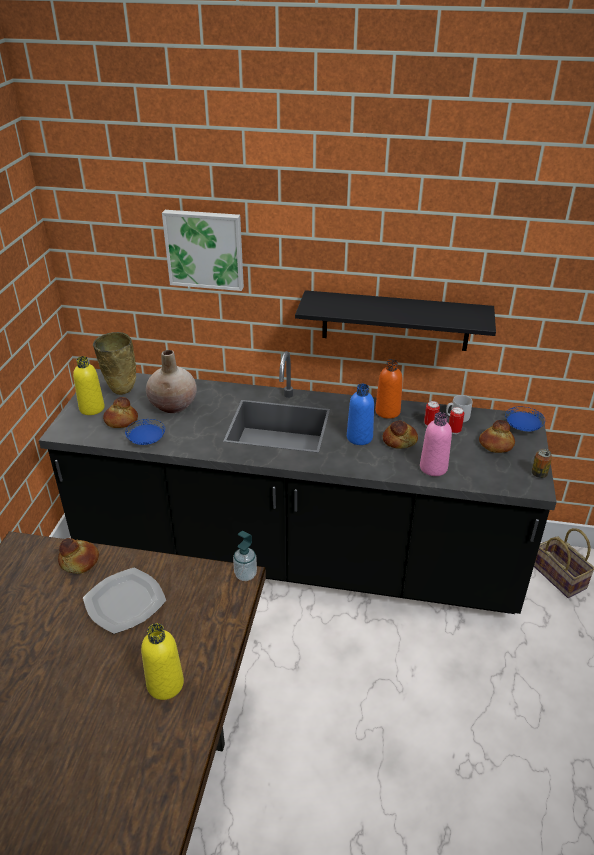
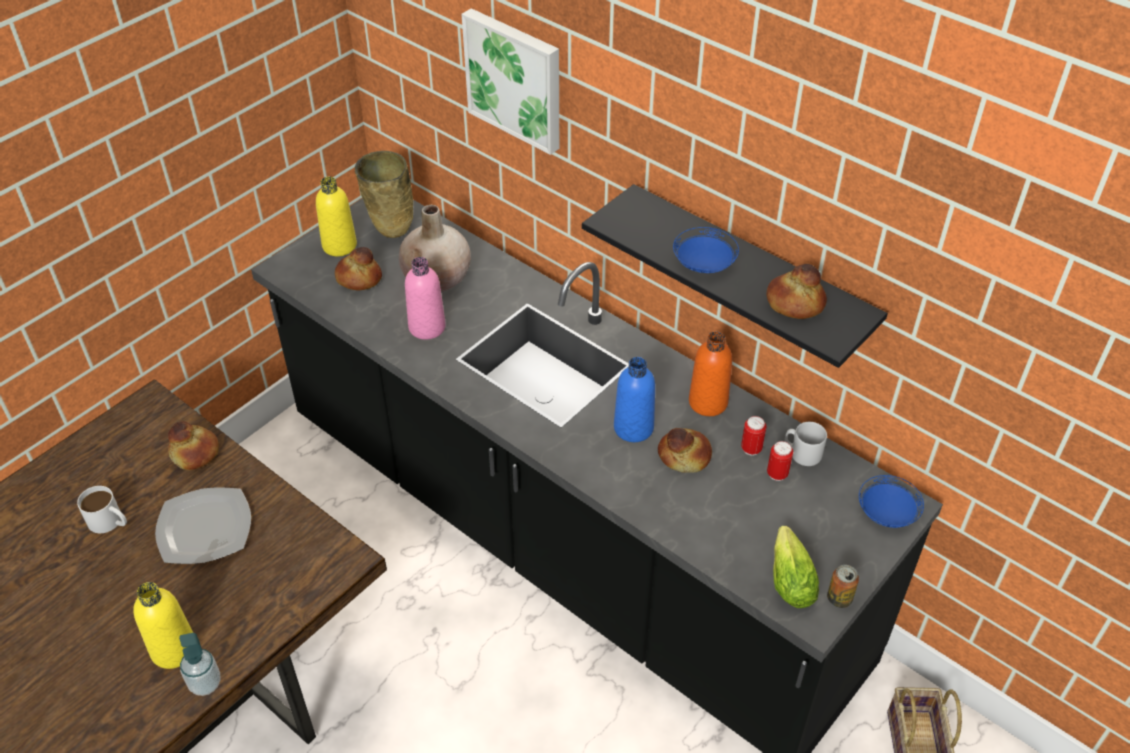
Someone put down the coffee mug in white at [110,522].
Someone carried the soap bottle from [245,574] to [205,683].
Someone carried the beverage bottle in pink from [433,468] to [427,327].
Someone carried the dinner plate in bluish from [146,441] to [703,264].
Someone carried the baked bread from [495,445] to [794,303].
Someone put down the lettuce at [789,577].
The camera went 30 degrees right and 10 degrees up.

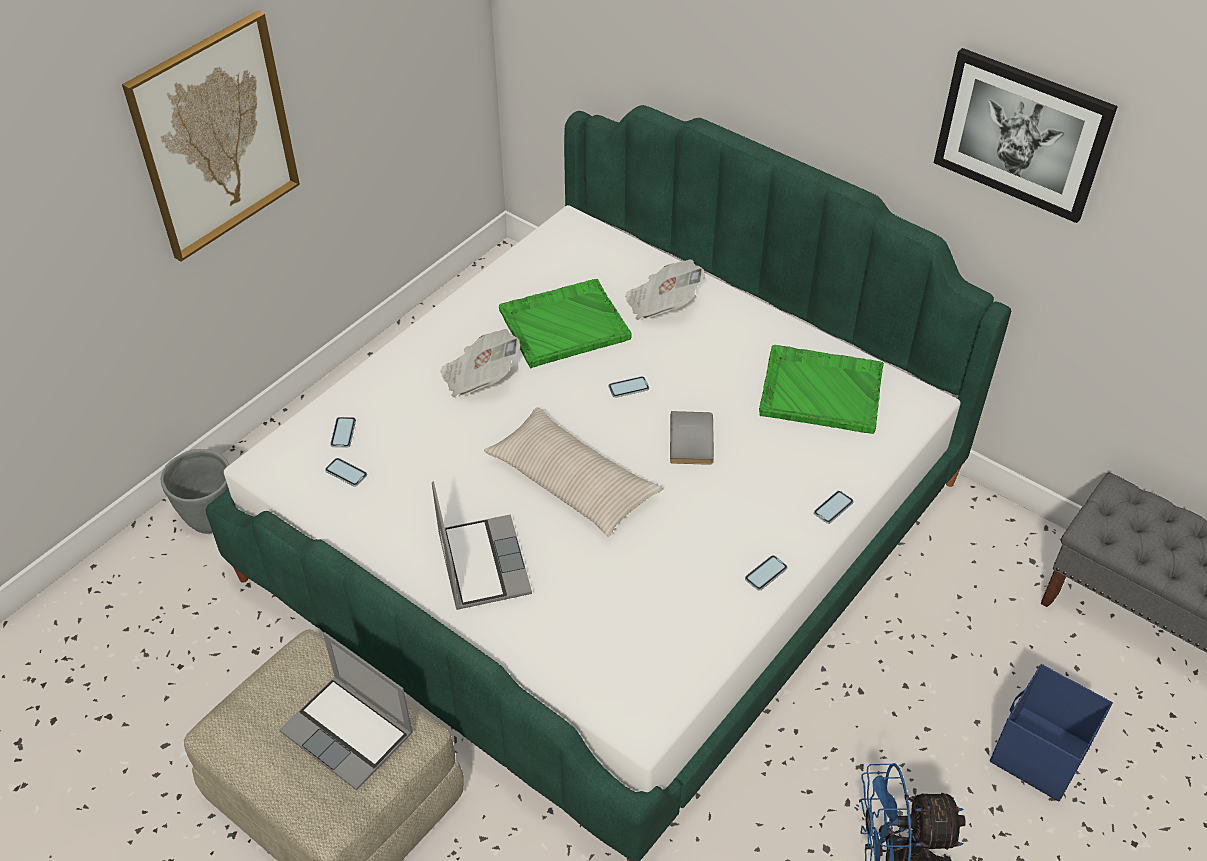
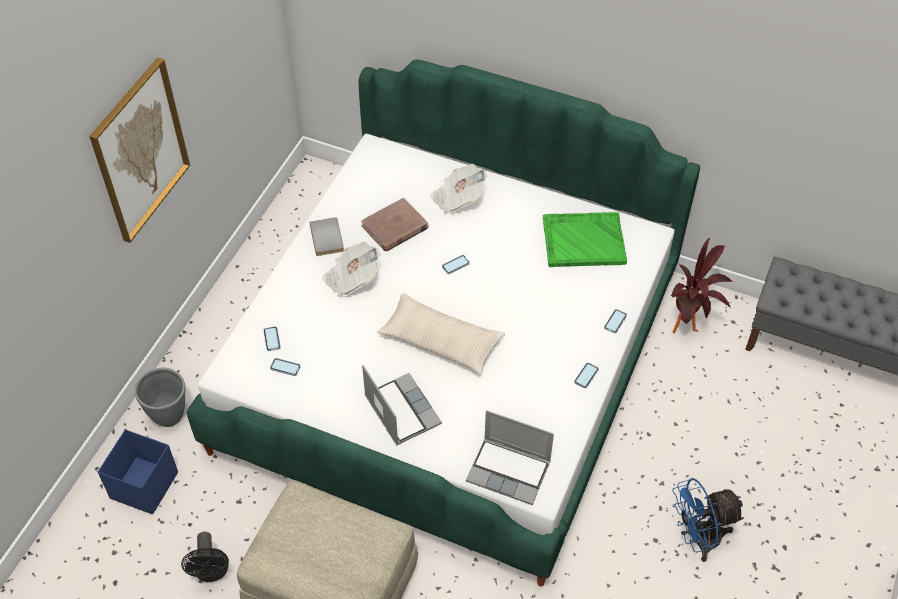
Someone carried the storage bin in bluish from [1038,754] to [143,486].
Someone put down the electric fan in black at [212,572].
Someone carried the bound book in greyish from [694,440] to [328,237].
Someone swapped the serving tray in green-coloured at [563,325] for the bound book in brownish at [395,227].
Someone carried the laptop from [350,733] to [509,471].
Someone put down the plant in a pot at [689,327].
Someone took away the wall art at [1022,134].
The camera went 15 degrees left and 5 degrees up.

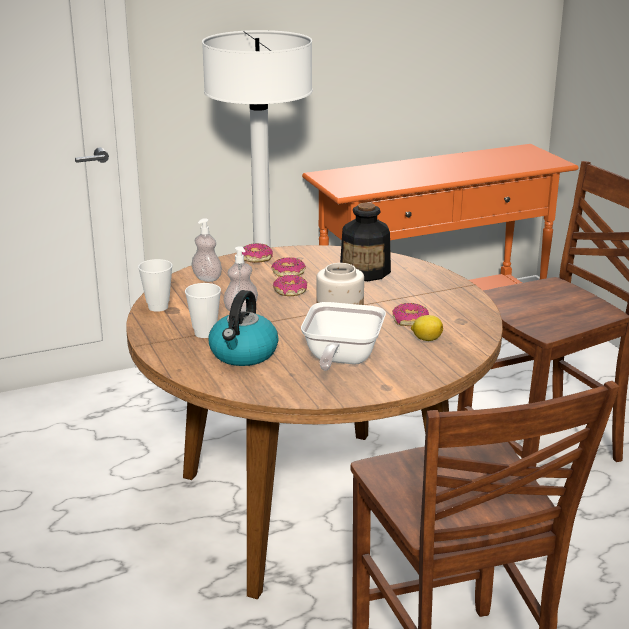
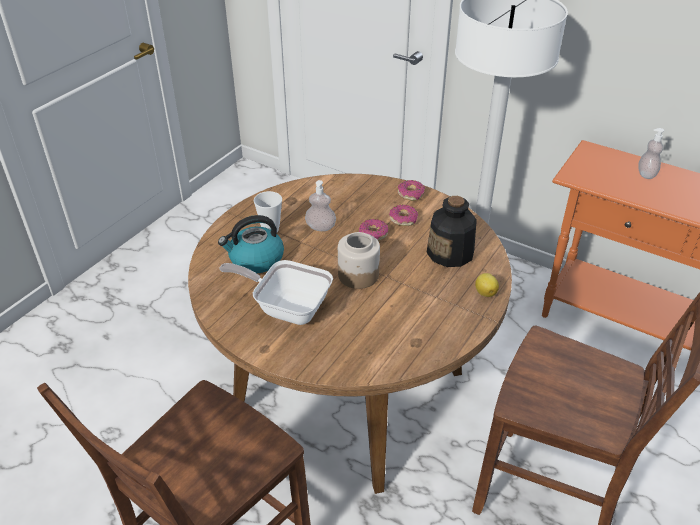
Someone rotated the pan at [340,360] by 45 degrees clockwise.
Someone carried the whole lemon from [426,339] to [485,292].
Someone carried the soap bottle from [207,278] to [646,174].
Someone took away the drinking cup at [158,307].
Someone took away the donut at [410,321].
The camera went 55 degrees right and 15 degrees up.

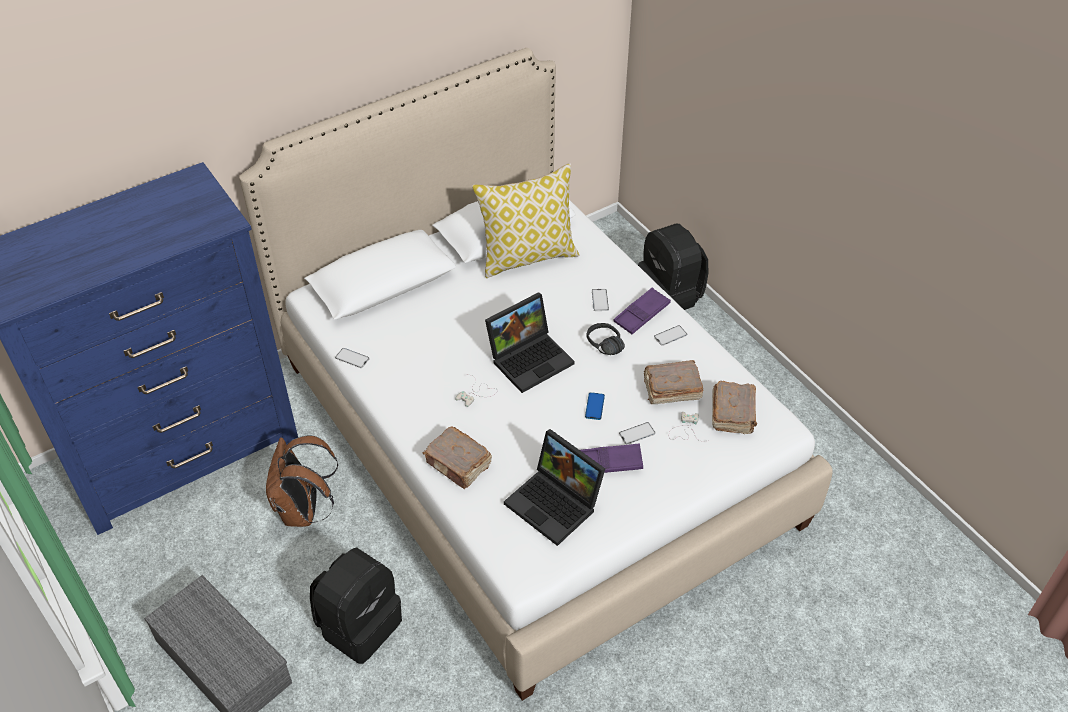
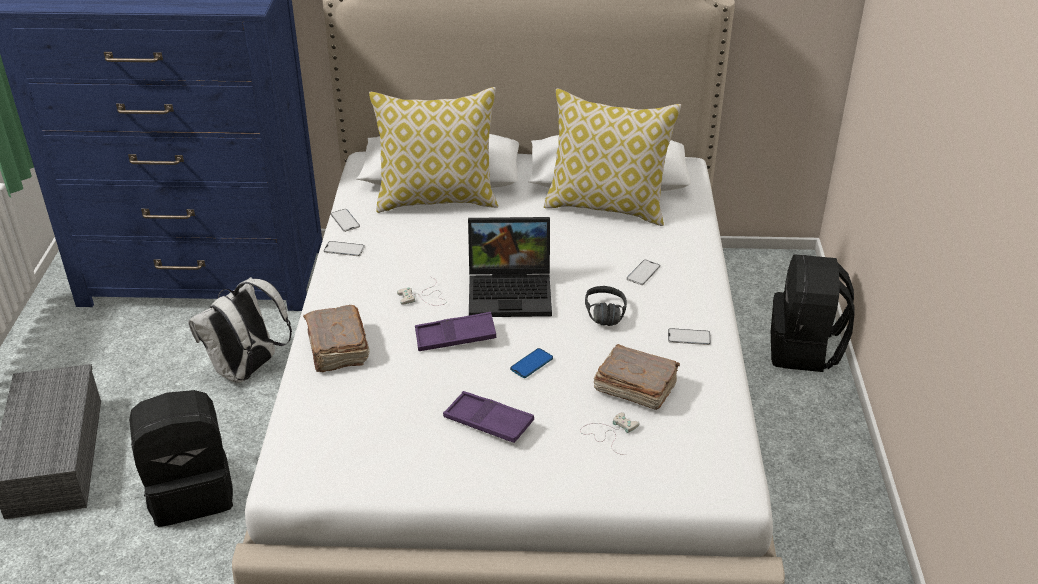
Someone repainted the backpack in brownish at [304,511], which became the backpack in white at [247,370].
Someone carried the handset from [637,433] to [344,249].
Someone put down the throw pillow at [437,199].
Someone carried the serving tray in purple from [641,314] to [455,337].
Someone took away the laptop at [556,504].
Someone took away the bound book in brownish at [733,414].
The camera went 35 degrees right and 10 degrees down.

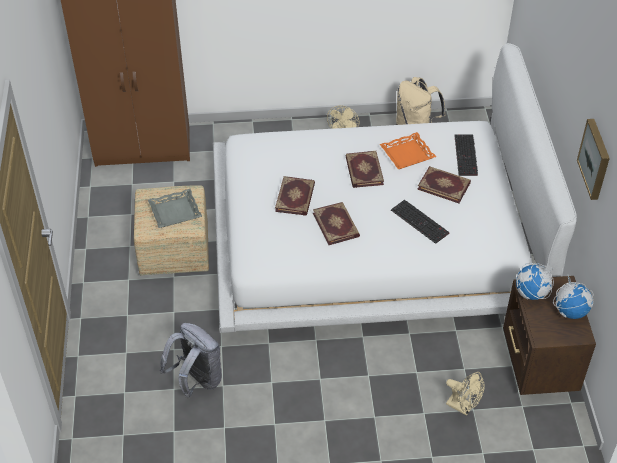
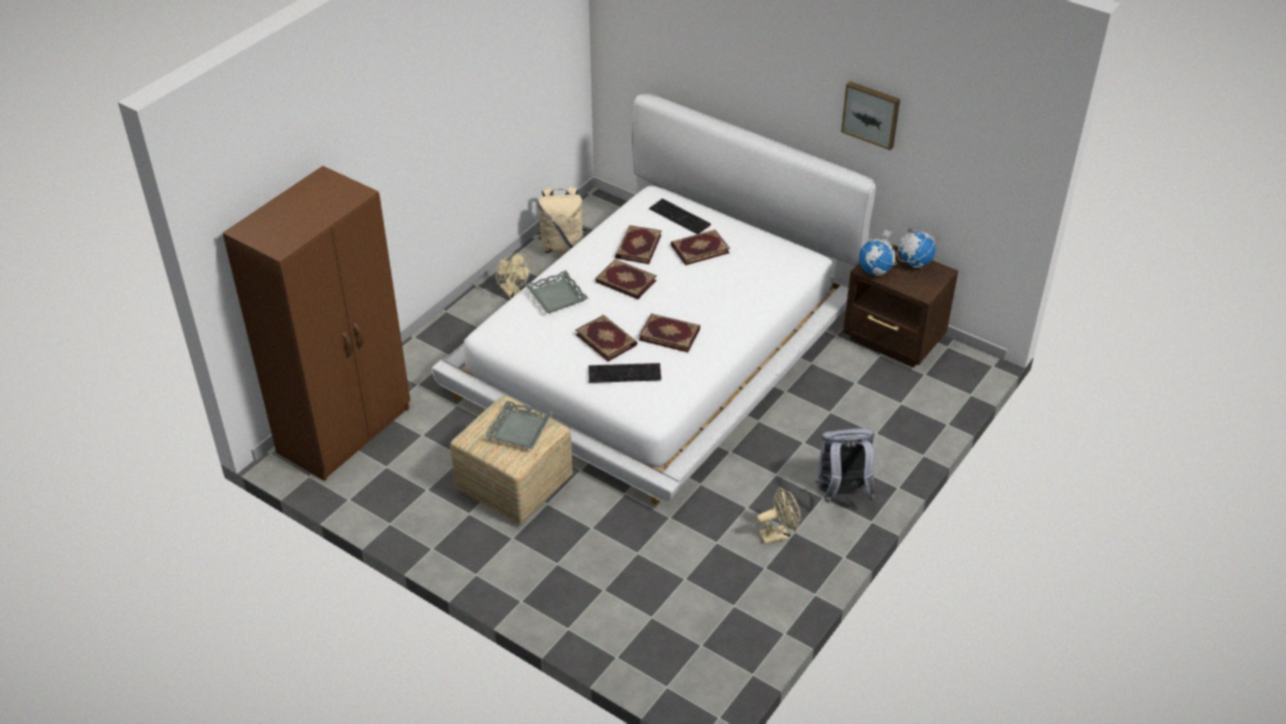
Someone put down the serving tray in greyish at [556,296].
Someone carried the keyboard from [421,221] to [625,372].
Someone swapped the serving tray in orange-coloured at [407,154] for the bound book at [637,246].
Someone carried the electric fan in sand-coloured from [463,407] to [778,535].
Someone carried the backpack in greyish from [196,381] to [842,493].
The camera went 50 degrees left and 5 degrees down.

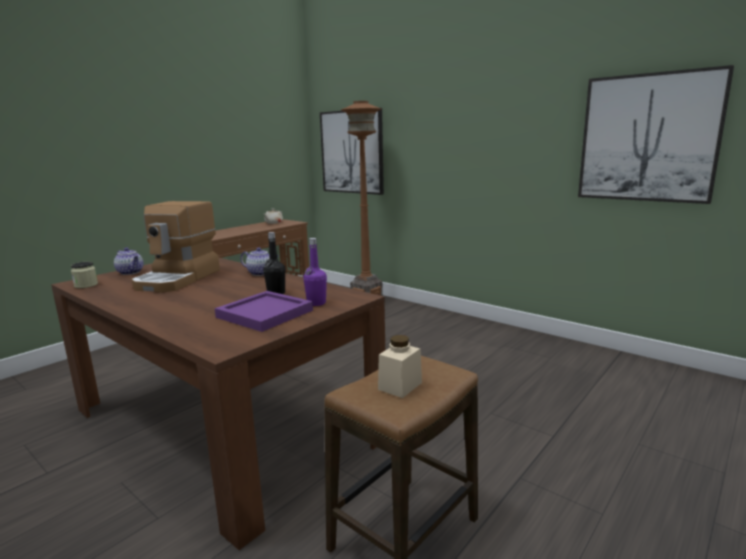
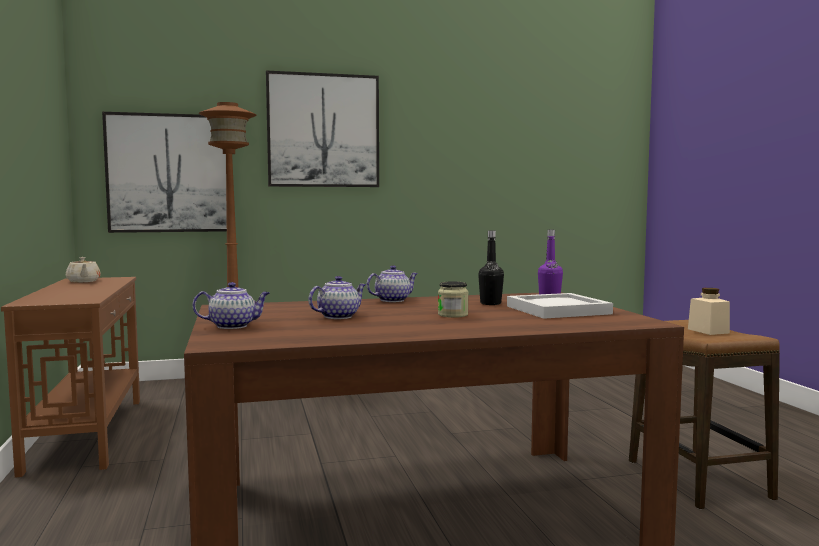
Someone carried the wall art from [648,138] to [323,131].
Someone swapped the coffee maker at [179,279] for the teapot at [339,316].
Someone carried the preserve jar from [86,285] to [453,315].
Someone repainted the serving tray in purple at [263,314], which became the serving tray in white at [557,310].
The camera went 55 degrees left and 10 degrees down.

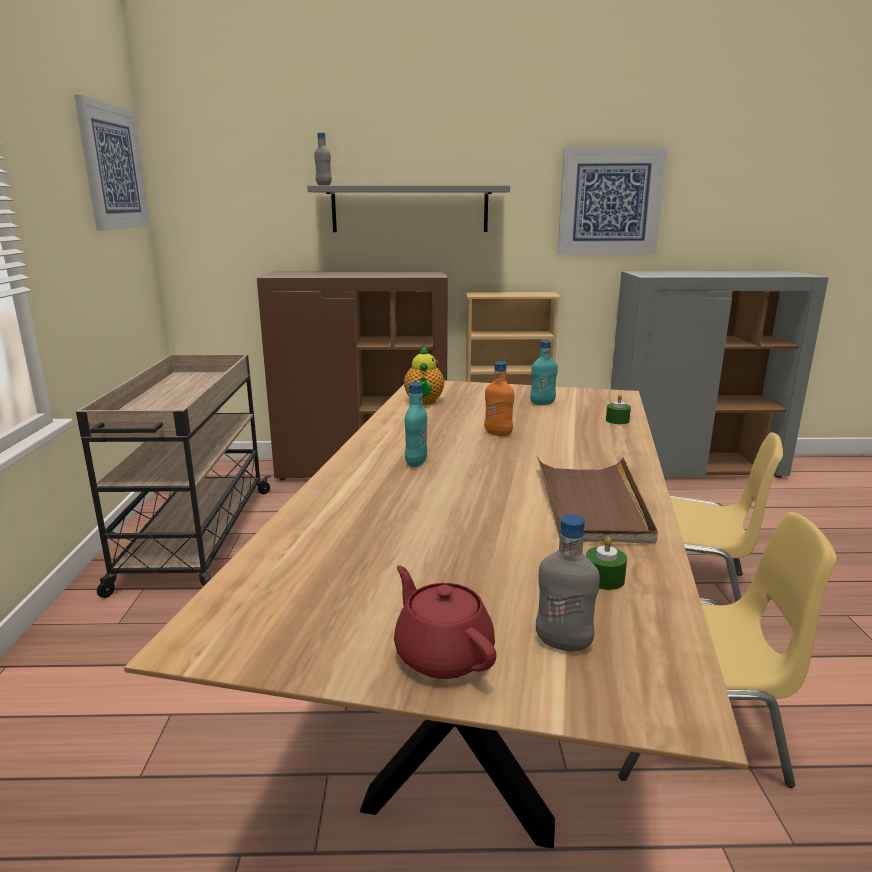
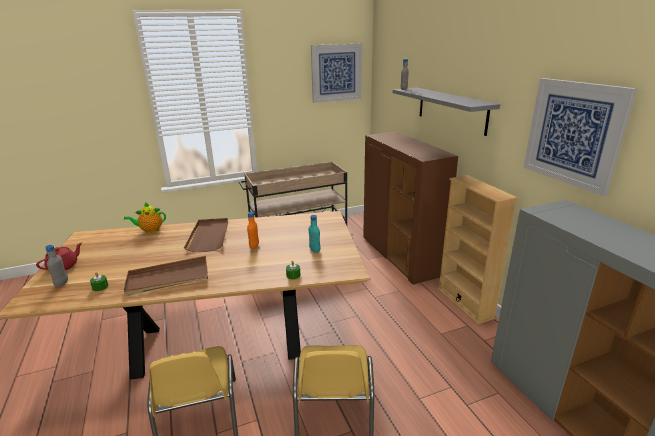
Someone carried the teapot from [424,402] to [150,230].
Someone swapped the beverage bottle in turquoise at [416,463] for the serving tray in brownish at [209,236].
The camera went 70 degrees right and 5 degrees up.

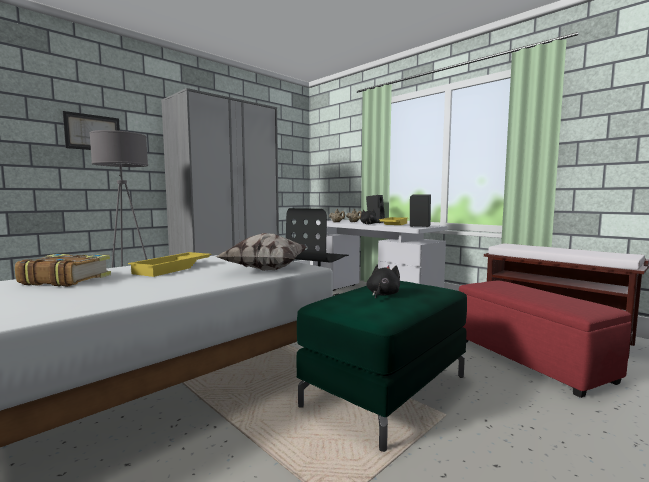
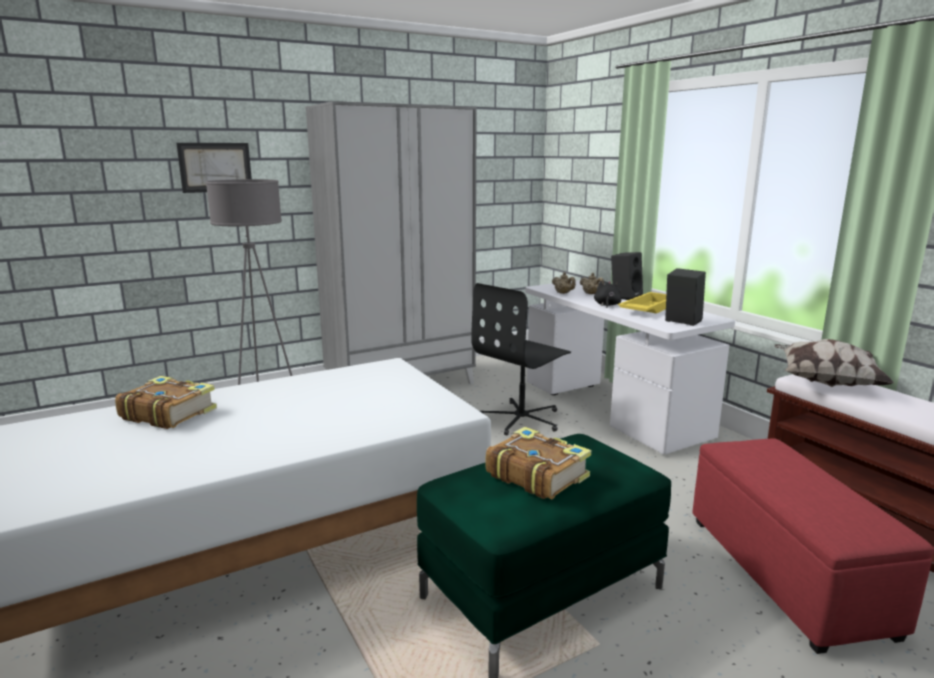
Someone swapped the cuddly toy in black at [382,294] for the bound book at [536,475].
Someone carried the throw pillow from [265,269] to [825,382].
Someone took away the serving tray in yellow at [173,268].
The camera went 15 degrees right and 10 degrees up.

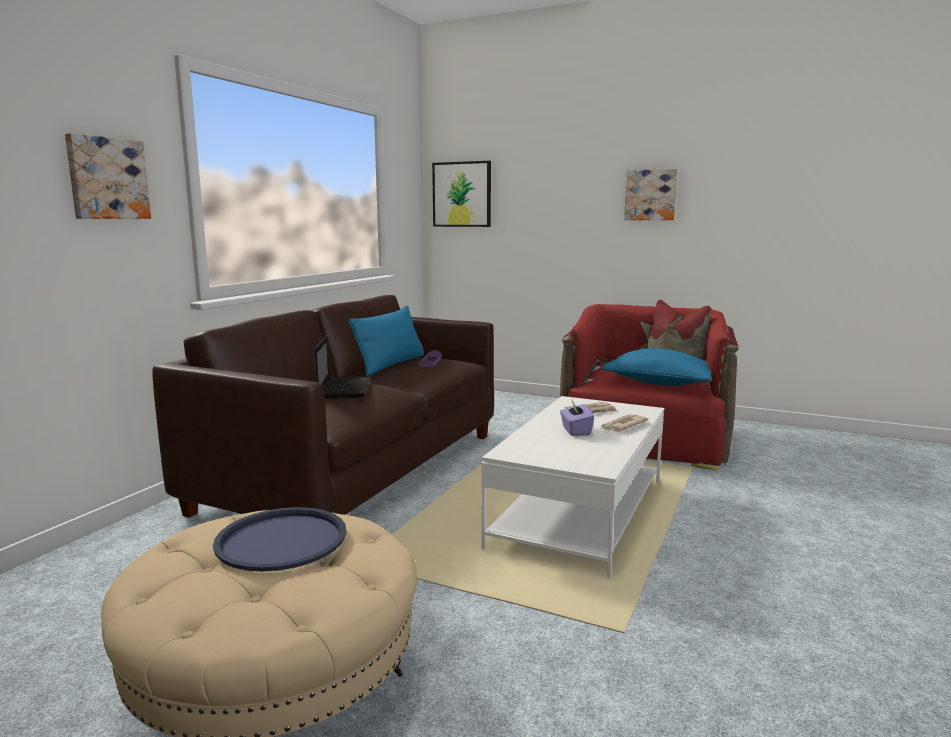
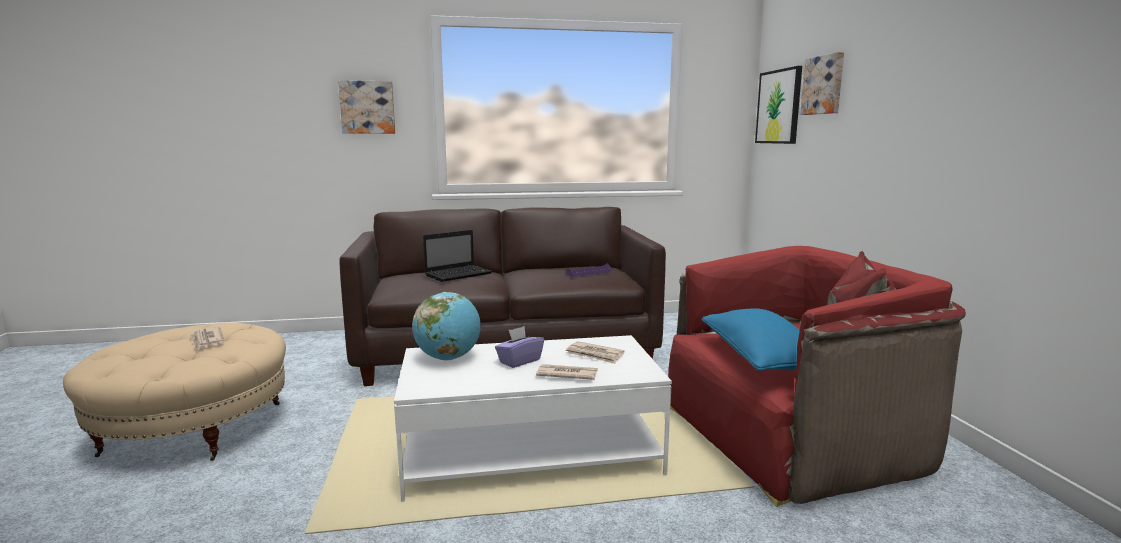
Someone swapped the serving tray in bluish at [281,540] for the newspaper at [207,340].
Someone put down the globe at [448,358].
Someone carried the wall art from [650,195] to [824,85].
Someone took away the throw pillow in bluish at [391,364].
The camera went 55 degrees right and 0 degrees up.

